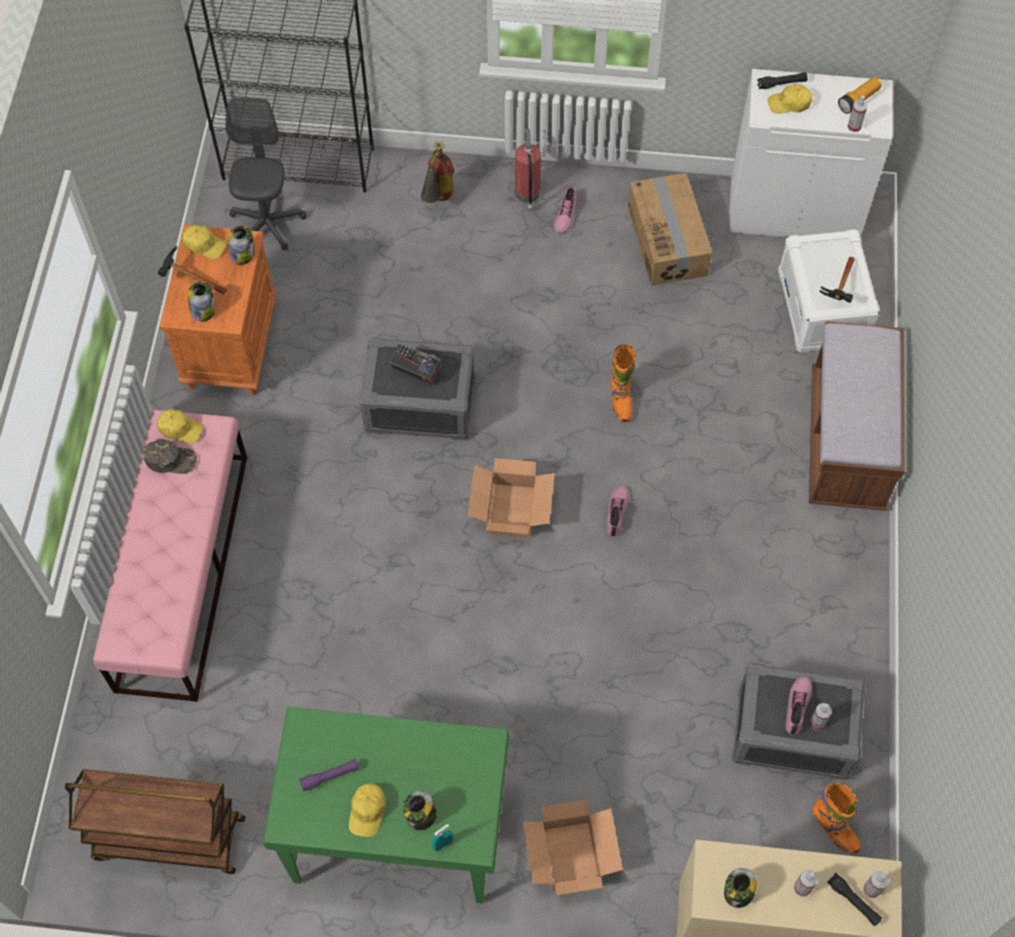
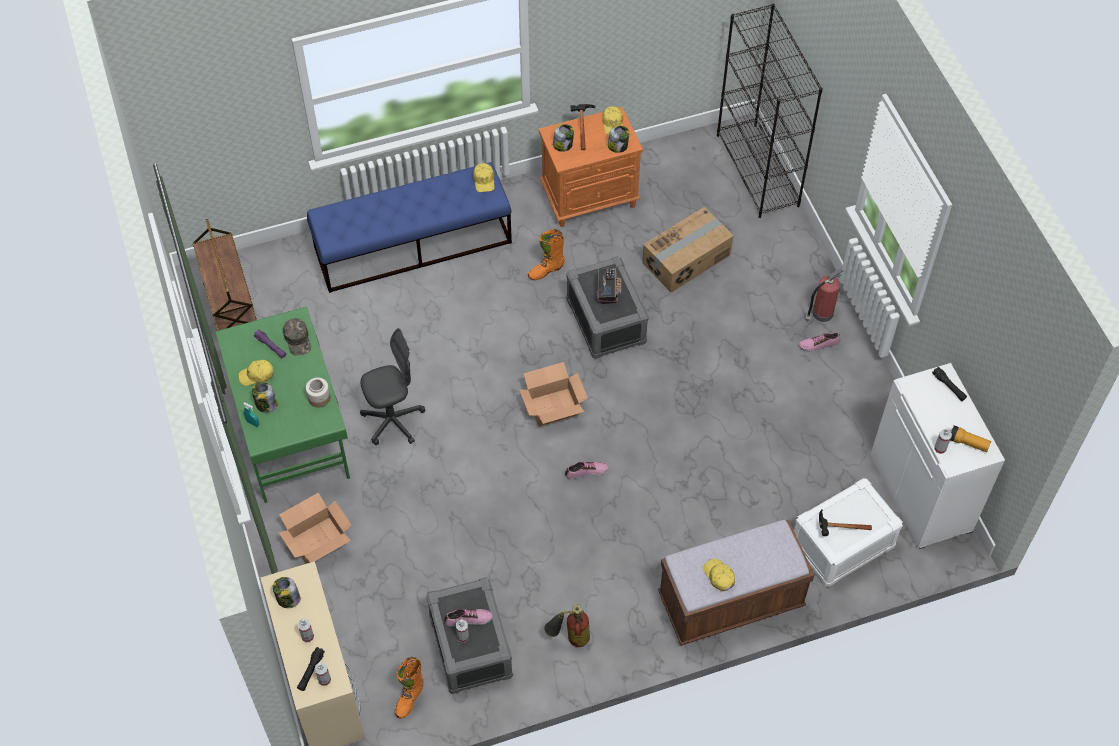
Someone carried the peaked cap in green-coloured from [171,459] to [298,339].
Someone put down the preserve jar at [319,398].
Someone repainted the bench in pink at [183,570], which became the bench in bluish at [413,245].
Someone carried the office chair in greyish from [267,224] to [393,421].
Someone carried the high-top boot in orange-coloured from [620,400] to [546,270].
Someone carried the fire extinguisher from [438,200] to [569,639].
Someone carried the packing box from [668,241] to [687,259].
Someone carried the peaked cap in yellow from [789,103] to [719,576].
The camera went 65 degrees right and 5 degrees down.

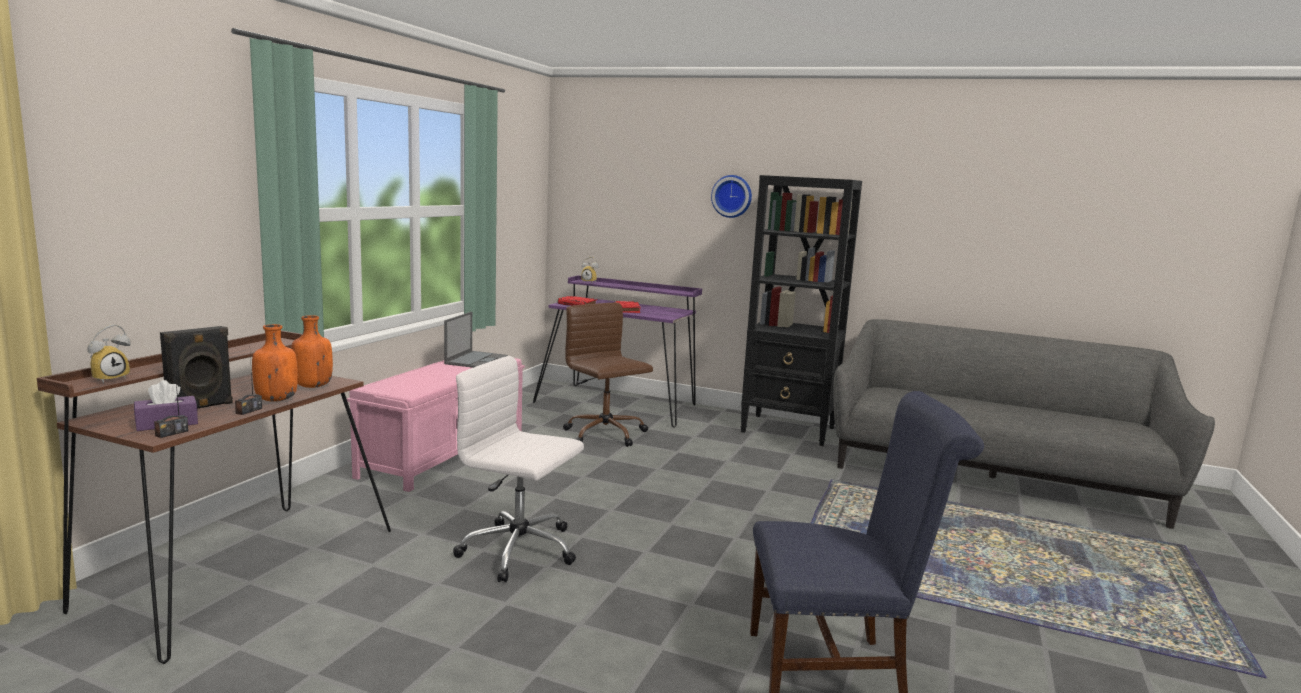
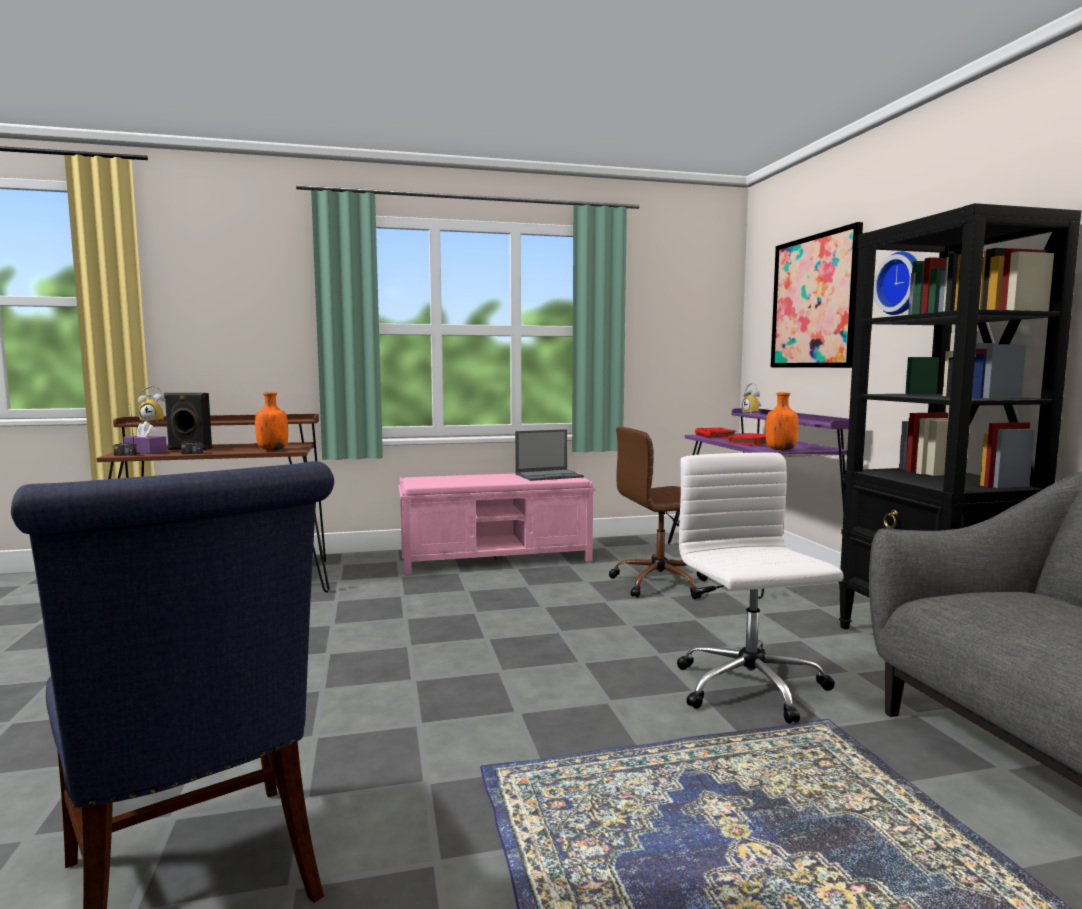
Someone rotated the office chair in brownish at [605,435] by 120 degrees counterclockwise.
Someone carried the office chair in white from [520,551] to [751,689].
Someone carried the beverage bottle in orange-coloured from [276,399] to [780,450].
Someone put up the wall art at [814,302].
The camera went 55 degrees right and 5 degrees down.

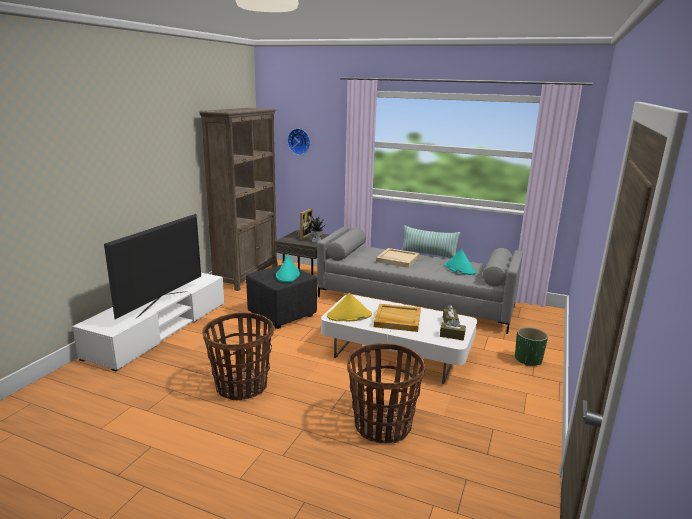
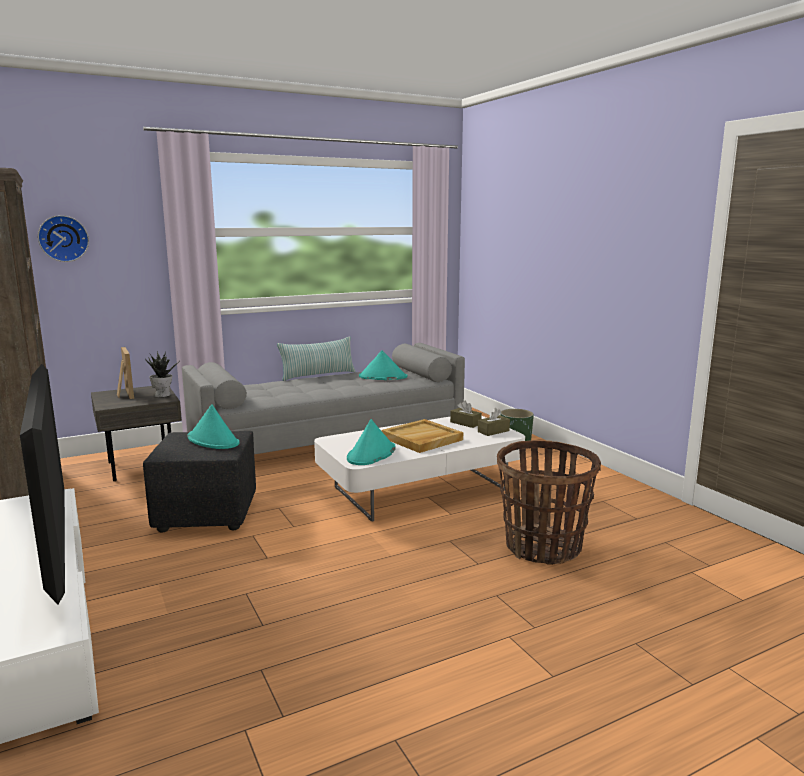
Someone repainted the clothing hat in yellow at [349,316], which became the clothing hat in turquoise at [371,454].
Someone took away the basket at [241,386].
Someone took away the serving tray in sand-coloured at [397,259].
The camera went 50 degrees left and 5 degrees down.

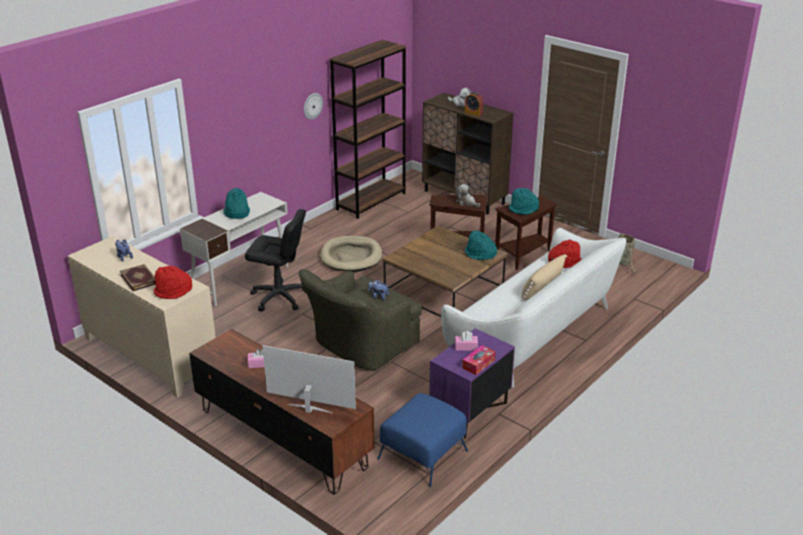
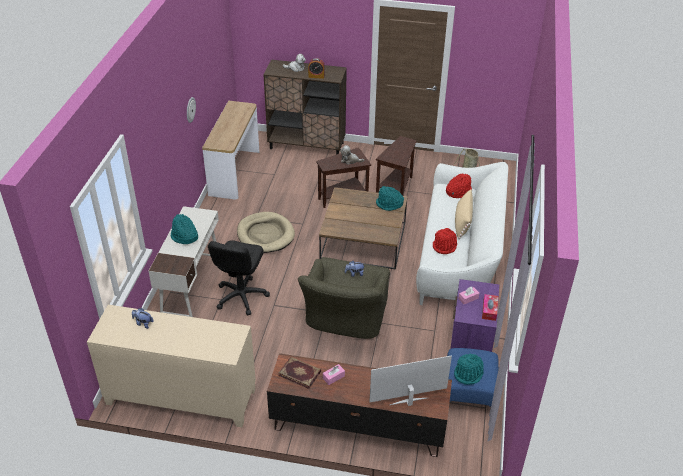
Someone swapped the bookshelf in brownish at [371,201] for the narrow table at [234,173].
Someone rotated the office chair in black at [279,297] by 120 degrees clockwise.
Someone carried the bound book from [140,279] to [300,373].
Someone carried the clothing hat in red-coloured from [173,291] to [445,246].
Someone carried the clothing hat in turquoise from [523,209] to [468,373].
The camera went 30 degrees left and 10 degrees up.

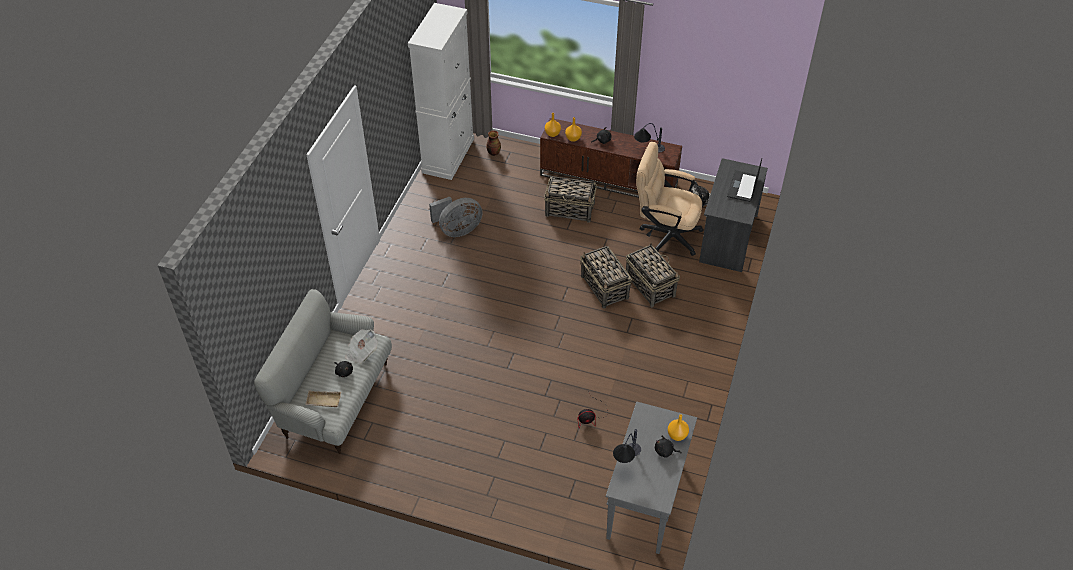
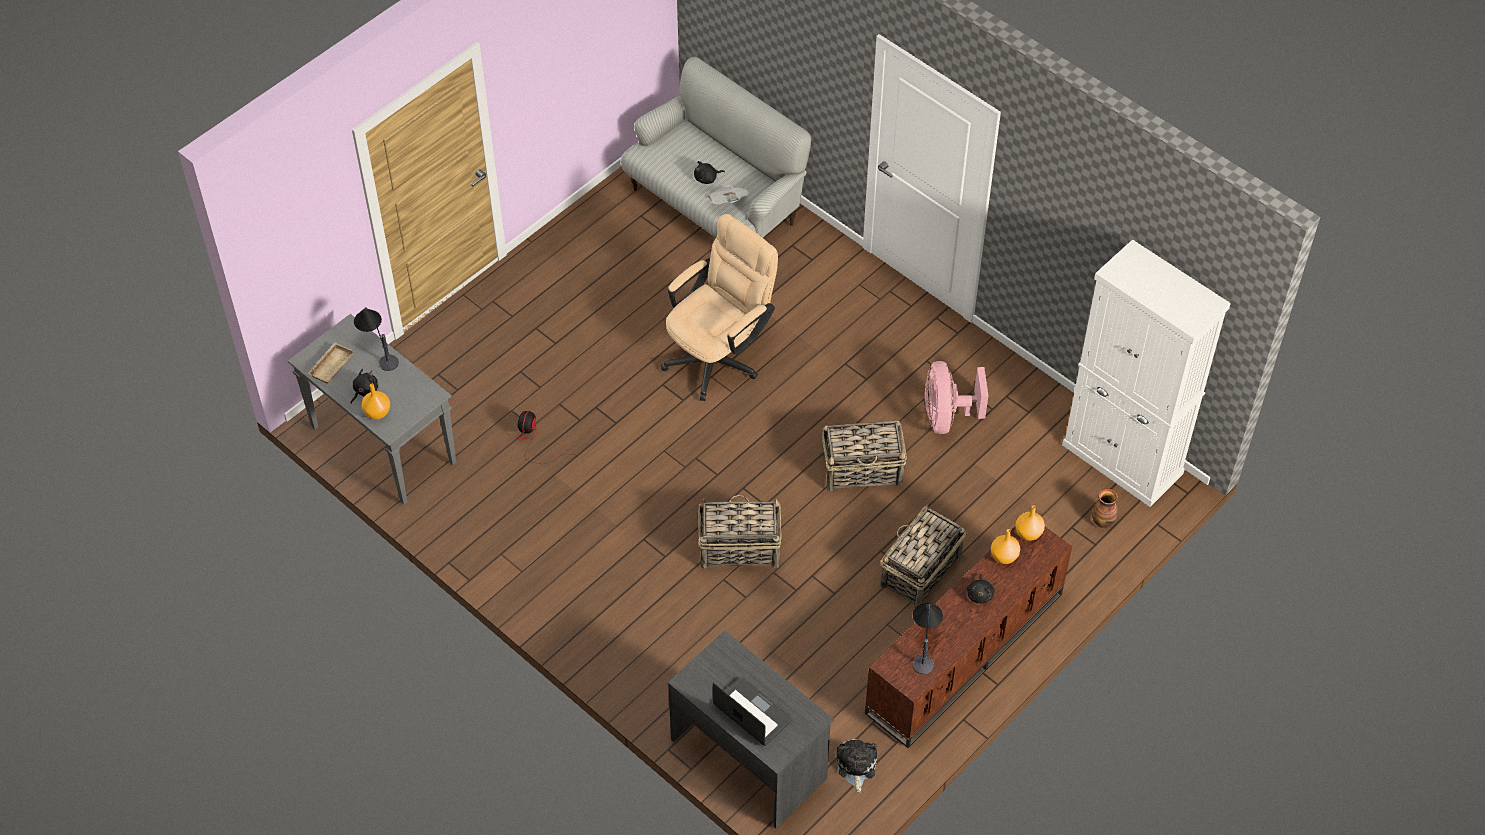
Someone carried the serving tray in sand-coloured from [323,401] to [331,365].
Someone carried the office chair in sand-coloured from [665,234] to [719,355].
Someone carried the basket from [650,285] to [863,470].
Someone repainted the electric fan in greyish at [457,230], which became the electric fan in pink at [947,416].
The camera went 115 degrees right and 5 degrees up.

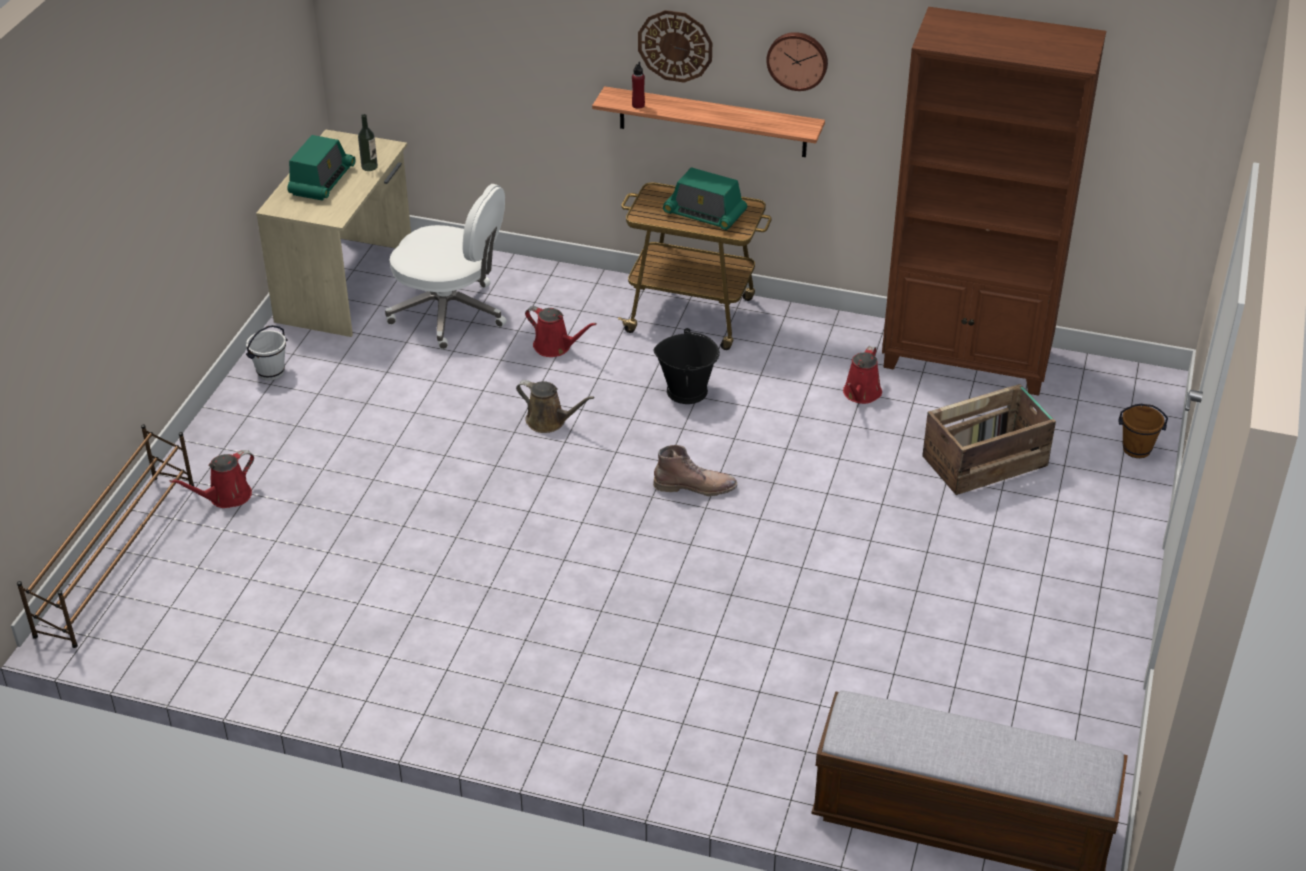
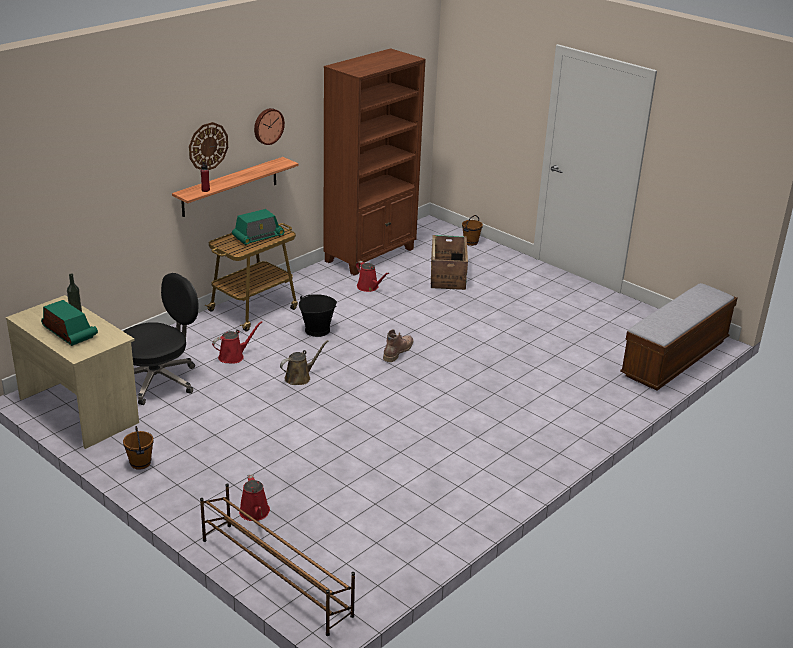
Someone repainted the office chair in white at [451,313], which became the office chair in black at [158,381].
Someone repainted the bucket in white at [270,372], which became the bucket in brownish at [140,463].
The camera went 65 degrees left and 10 degrees down.

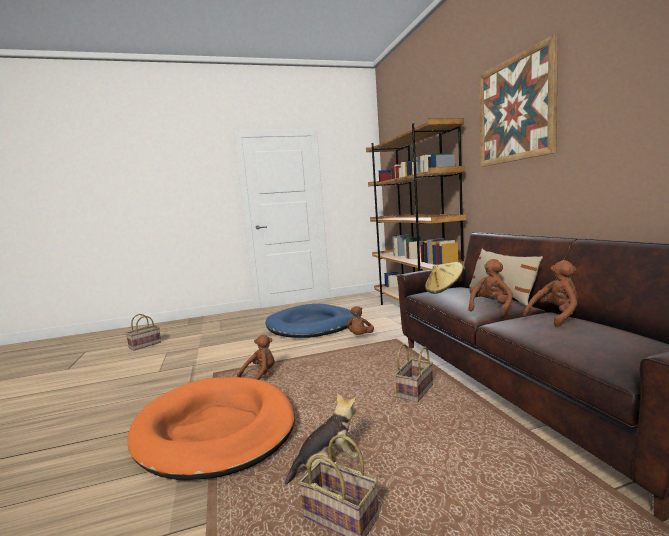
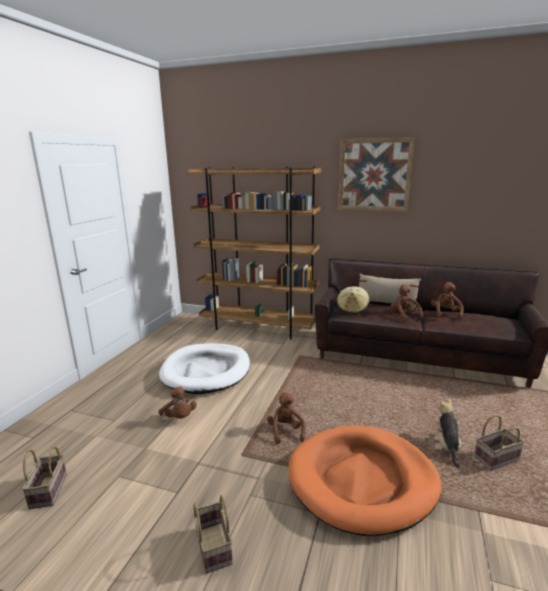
Someone carried the cuddly toy in brownish from [360,336] to [179,417].
Someone repainted the pet bed in bluish at [312,325], which became the pet bed in white at [206,371].
Someone carried the basket from [414,390] to [212,546].
The camera went 55 degrees left and 10 degrees up.

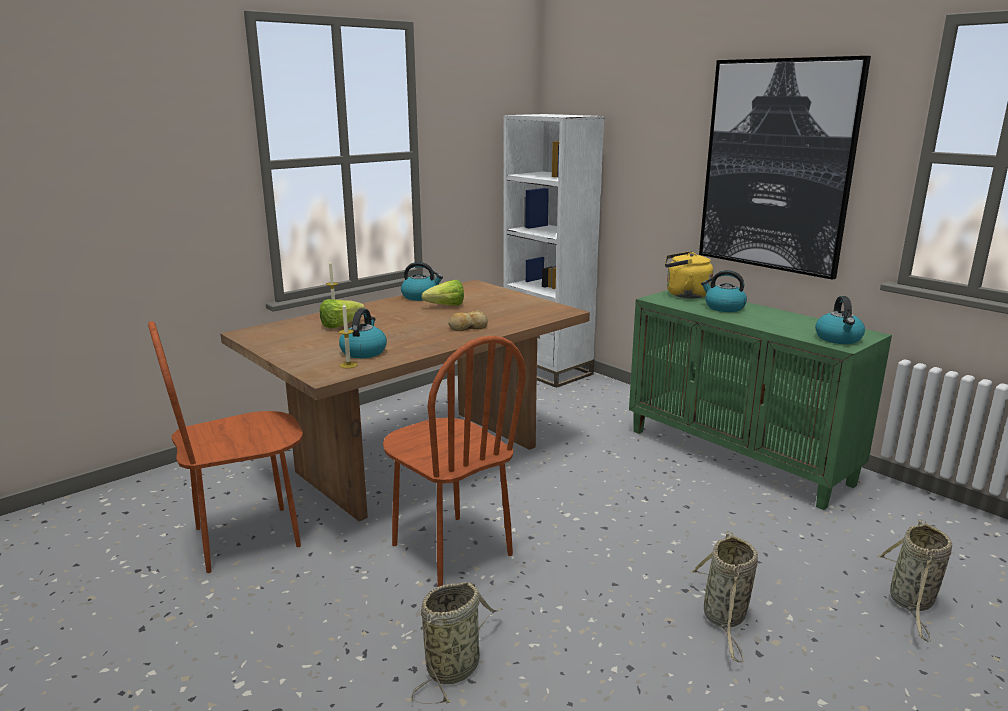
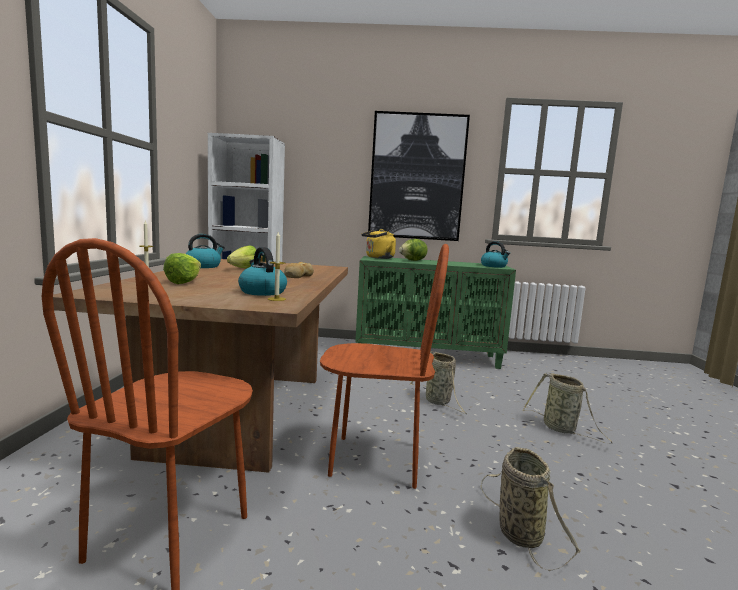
Someone swapped the kettle at [723,307] for the lettuce at [413,260].
Someone carried the basket from [911,603] to [439,402].
The camera went 45 degrees left and 10 degrees down.

